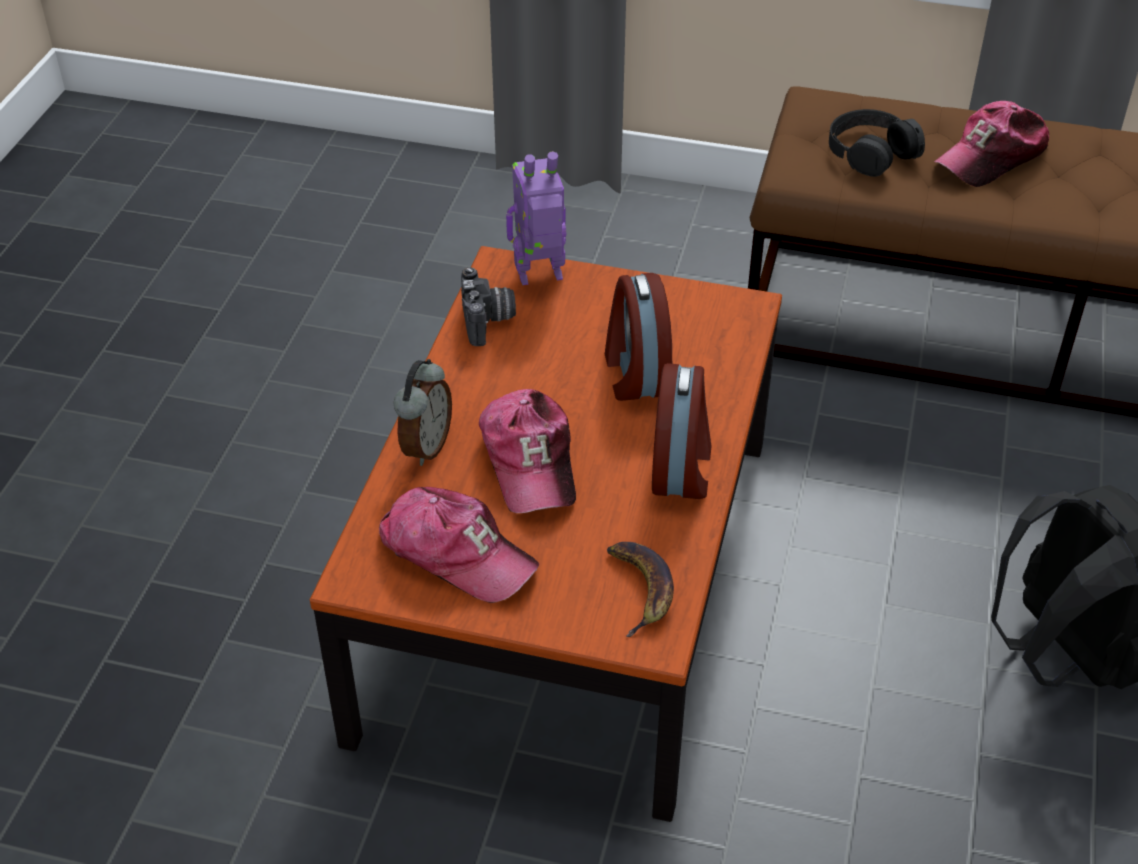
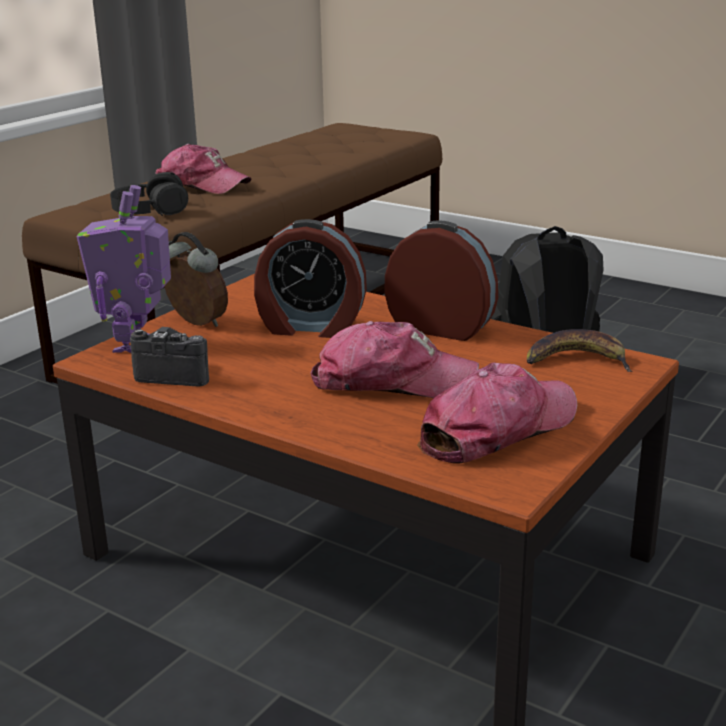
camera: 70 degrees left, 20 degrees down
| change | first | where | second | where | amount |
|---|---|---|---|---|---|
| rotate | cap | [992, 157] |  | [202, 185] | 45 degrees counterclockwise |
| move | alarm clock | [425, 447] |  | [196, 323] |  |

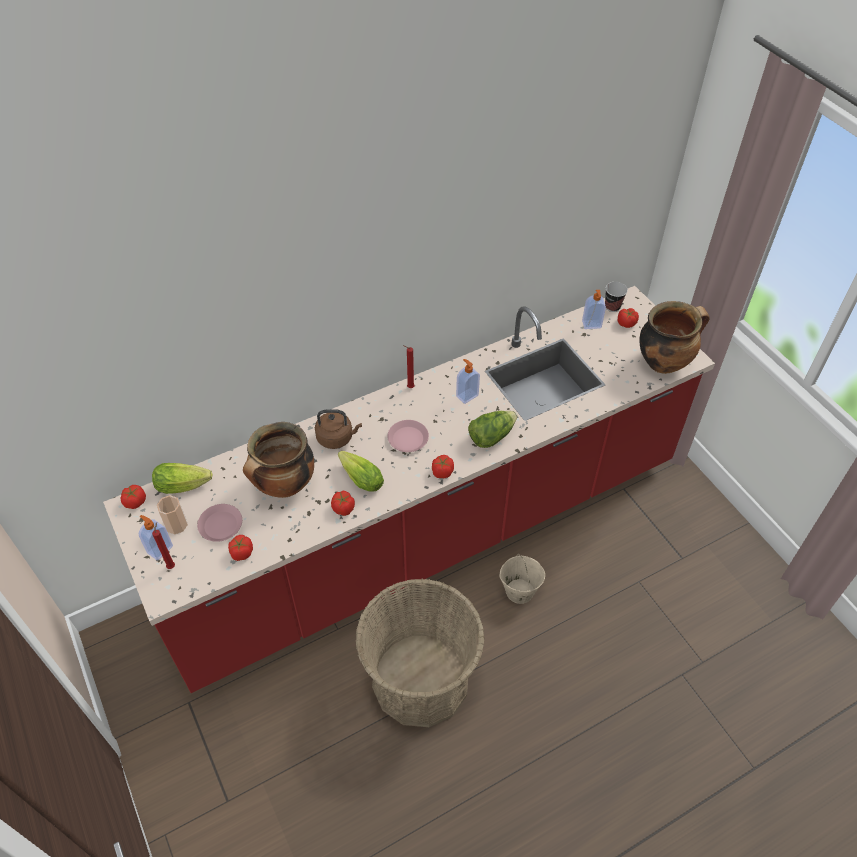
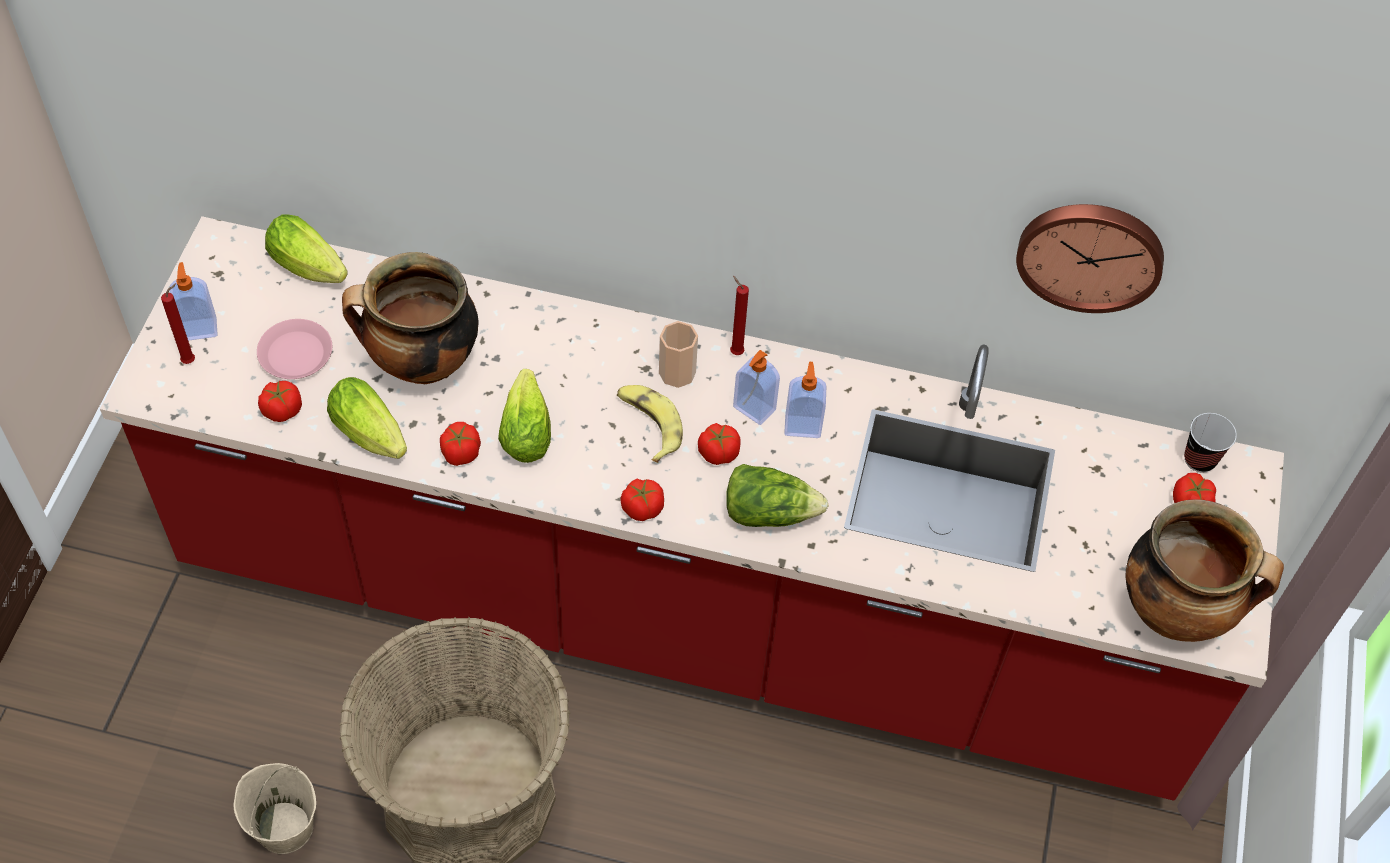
camera: 40 degrees right, 5 degrees up
| change | first | where | second | where | amount |
|---|---|---|---|---|---|
| move | soap dispenser | [591, 325] |  | [753, 409] |  |
| delete | brown kettle | [337, 438] |  |  |  |
| replace | pink plate | [408, 439] | banana | [649, 424] |  |
| move | tomato | [135, 502] |  | [718, 453] |  |
| move | cup | [176, 525] |  | [677, 372] |  |
| move | beige bucket | [519, 591] |  | [284, 827] |  |
| insert |  |  | wall clock | [1090, 253] |  |
| insert |  |  | lettuce | [372, 436] |  |

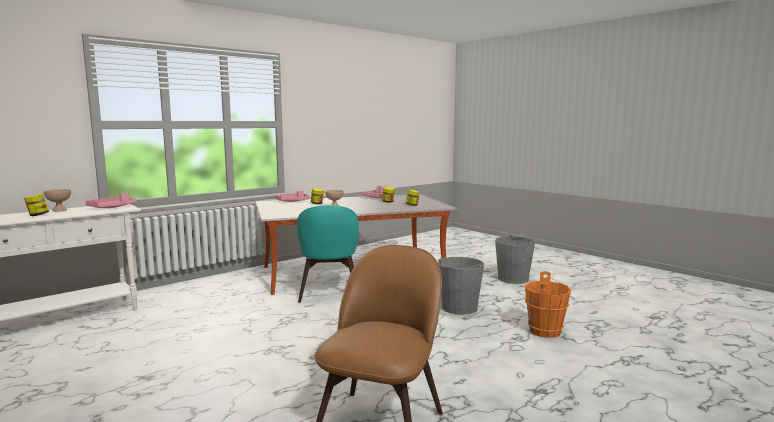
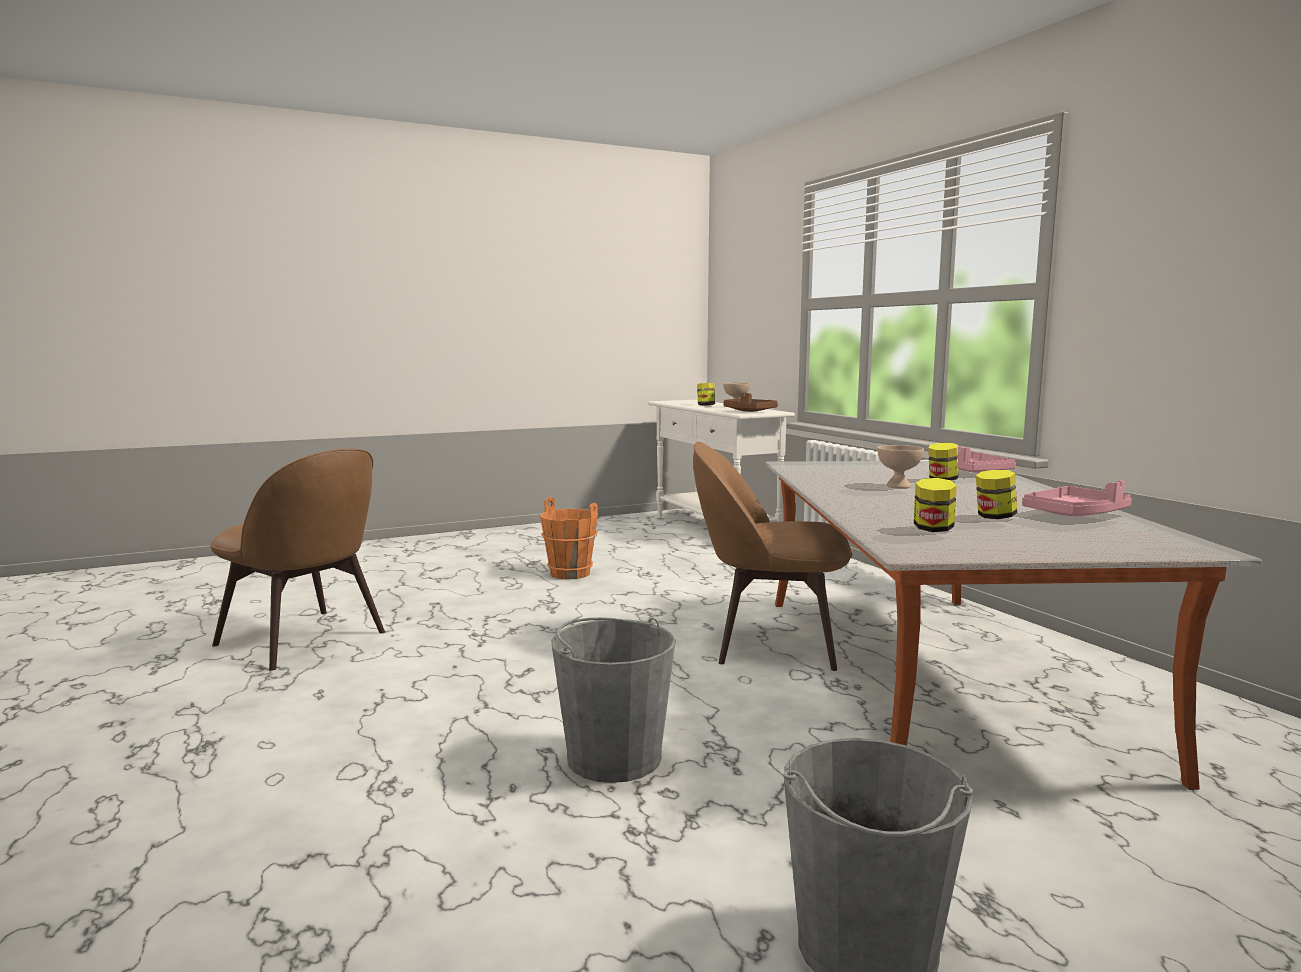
camera: 105 degrees right, 0 degrees up
| change | first | where | second | where | amount |
|---|---|---|---|---|---|
| recolor | pink tray | [112, 207] | brown tray | [748, 411] |  |
| recolor | turquoise chair | [329, 293] | brown chair | [769, 642] |  |
| move | orange bucket | [545, 331] |  | [570, 574] |  |

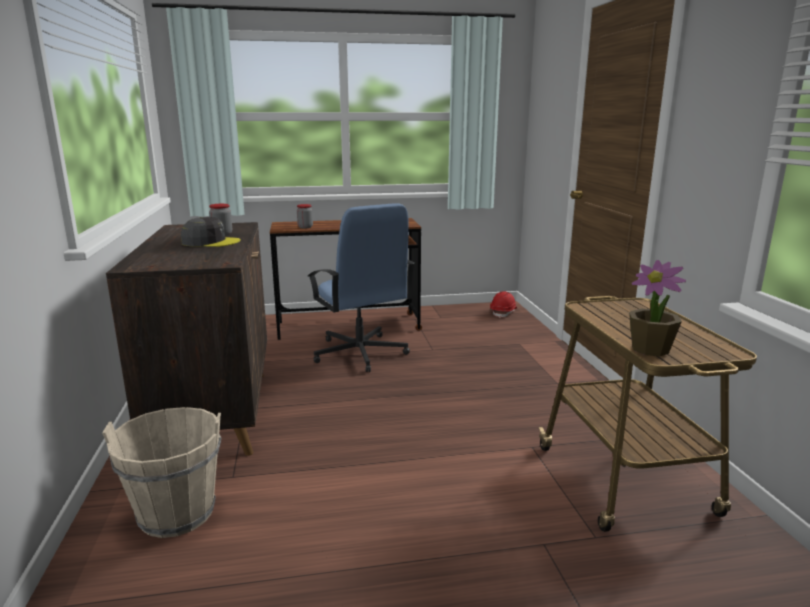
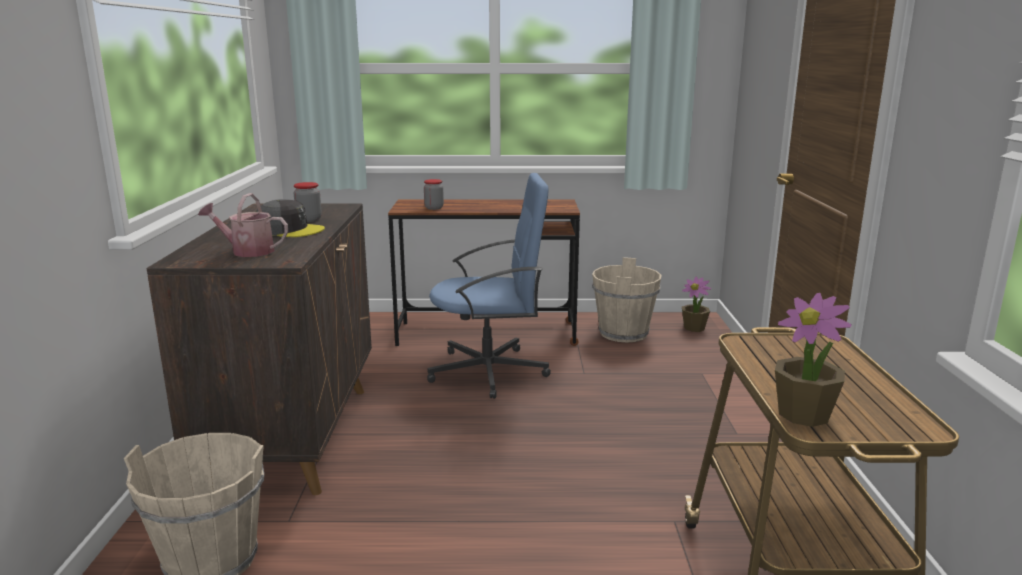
camera: 10 degrees right, 0 degrees up
| change | first | where | second | where | amount |
|---|---|---|---|---|---|
| rotate | blue office chair | [360, 353] |  | [490, 371] | 75 degrees counterclockwise |
| replace | red hard hat | [503, 313] | potted plant | [694, 328] |  |
| insert |  |  | watering can | [247, 251] |  |
| insert |  |  | beige bucket | [624, 333] |  |

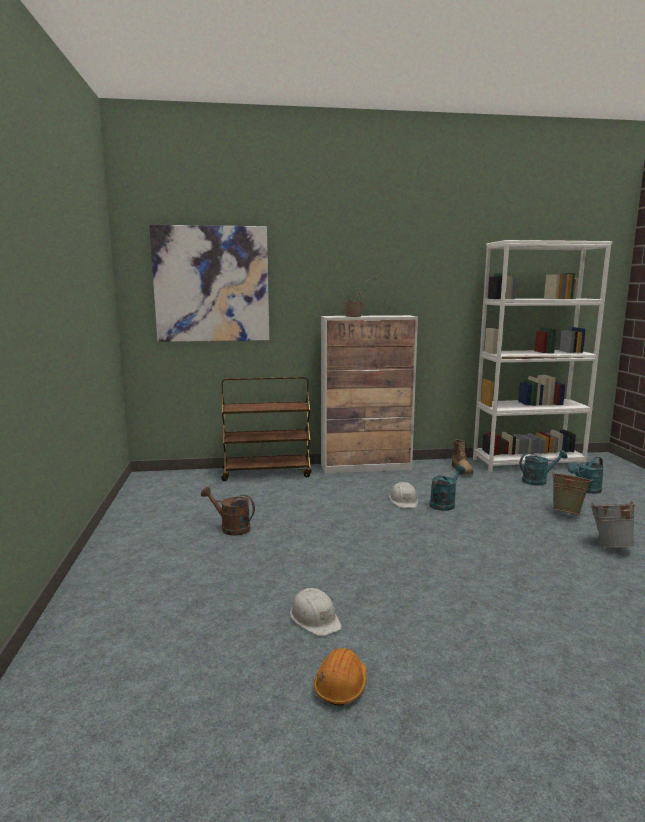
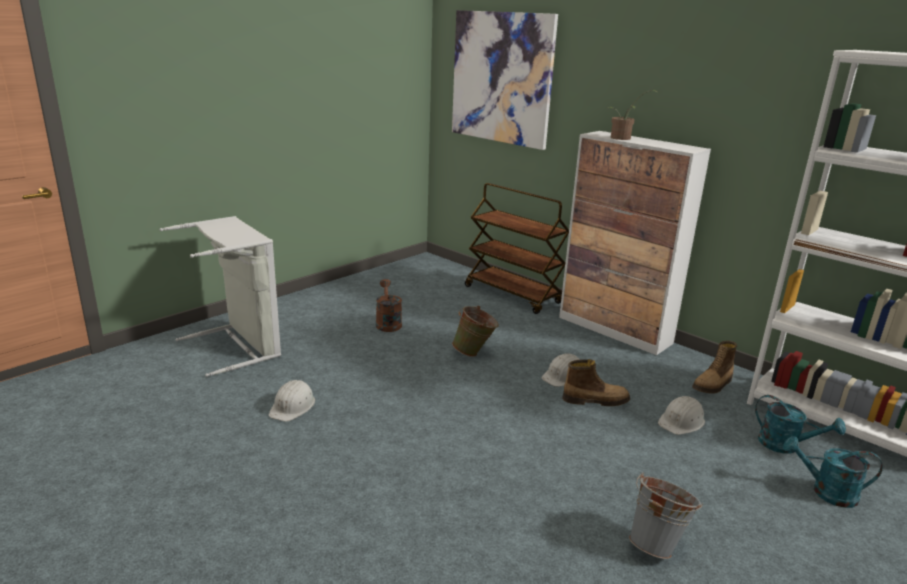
camera: 50 degrees right, 10 degrees up
| change | first | where | second | where | amount |
|---|---|---|---|---|---|
| replace | turquoise watering can | [444, 503] | boot | [595, 400] |  |
| move | green bucket | [567, 513] |  | [474, 353] |  |
| delete | orange hard hat | [341, 686] |  |  |  |
| insert |  |  | grey laundry basket | [239, 346] |  |
| insert |  |  | white hard hat | [681, 421] |  |

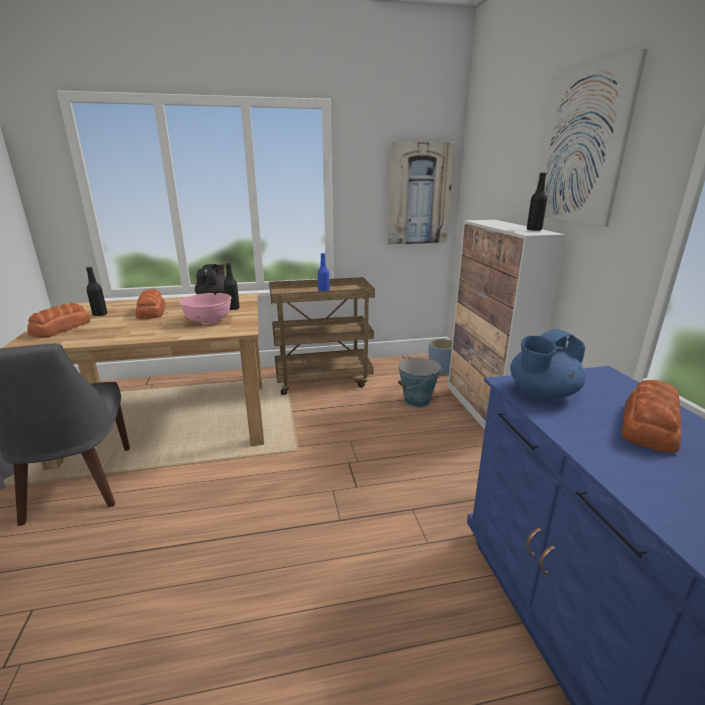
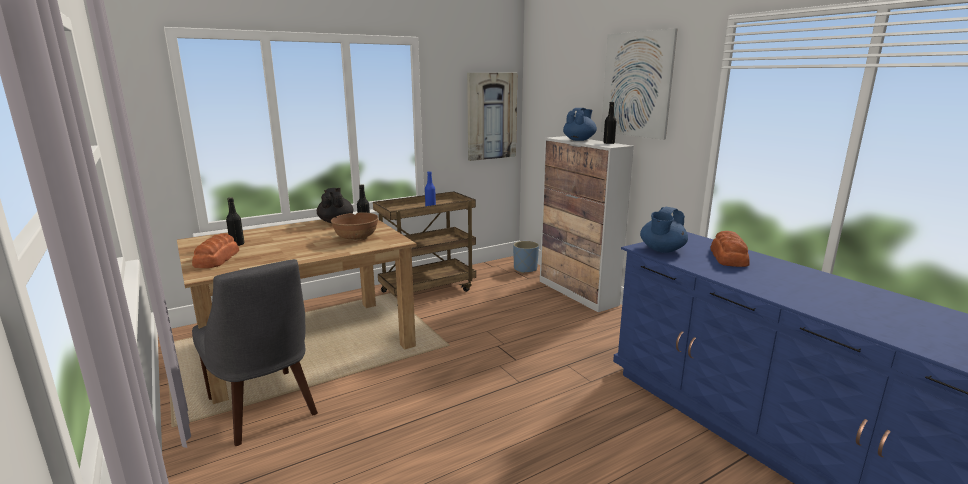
camera: 20 degrees left, 5 degrees down
| change | first | where | second | where | amount |
|---|---|---|---|---|---|
| delete | bread | [151, 312] |  |  |  |
| recolor | pink bowl | [208, 321] | brown bowl | [356, 238] |  |
| delete | bucket | [417, 400] |  |  |  |
| insert |  |  | blue teapot | [579, 140] |  |

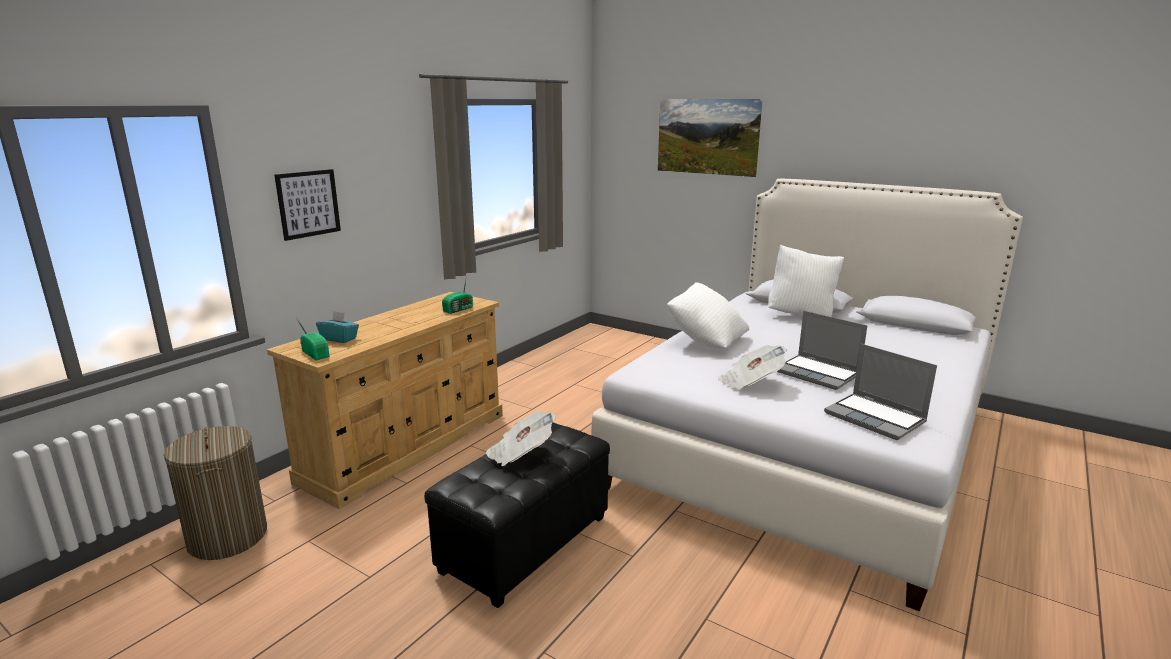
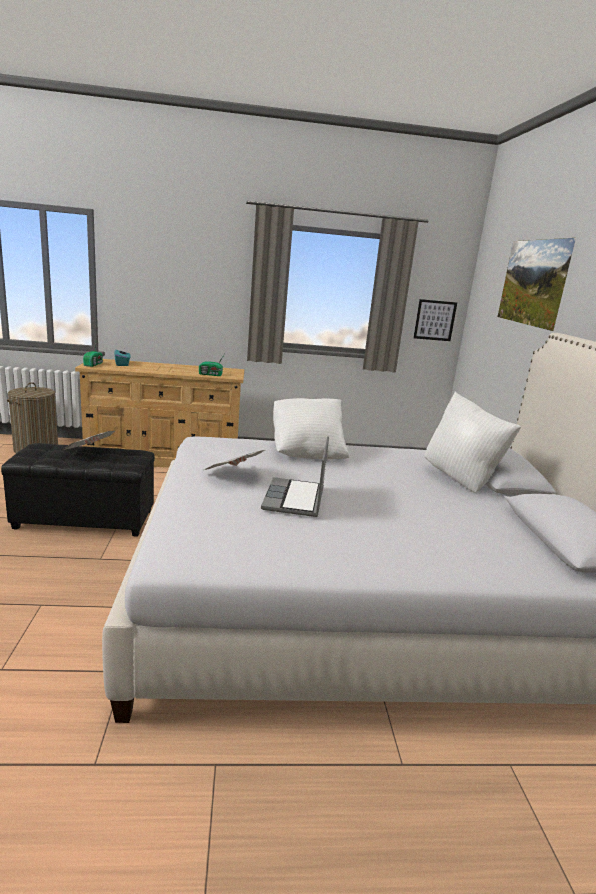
camera: 50 degrees right, 0 degrees up
| change | first | where | second | where | amount |
|---|---|---|---|---|---|
| move | picture | [308, 204] |  | [434, 320] |  |
| delete | laptop | [876, 418] |  |  |  |

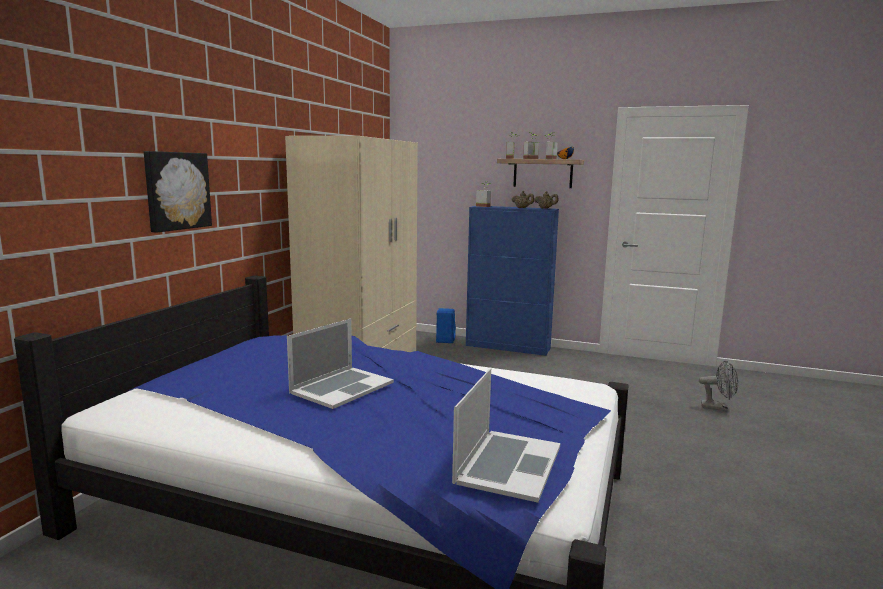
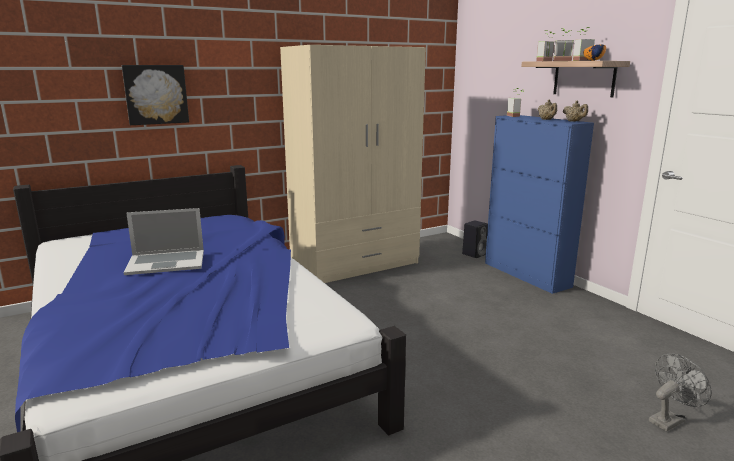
camera: 40 degrees right, 5 degrees up
| change | first | where | second | where | amount |
|---|---|---|---|---|---|
| recolor | blue speaker | [445, 340] | black speaker | [475, 254] |  |
| rotate | grey fan | [718, 408] |  | [669, 419] | 90 degrees counterclockwise |
| delete | laptop | [508, 464] |  |  |  |

